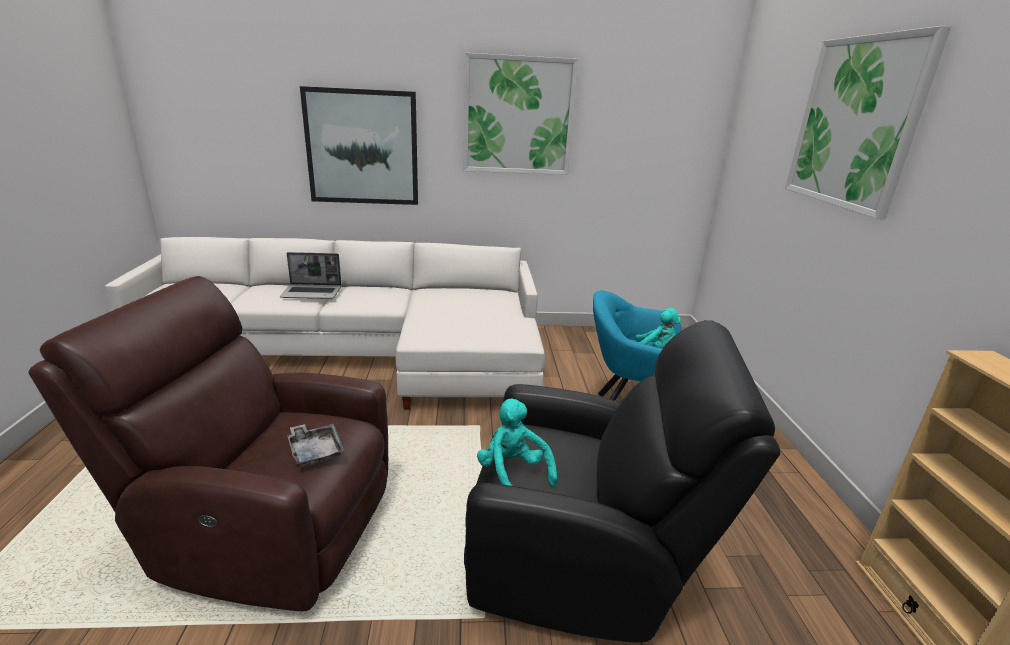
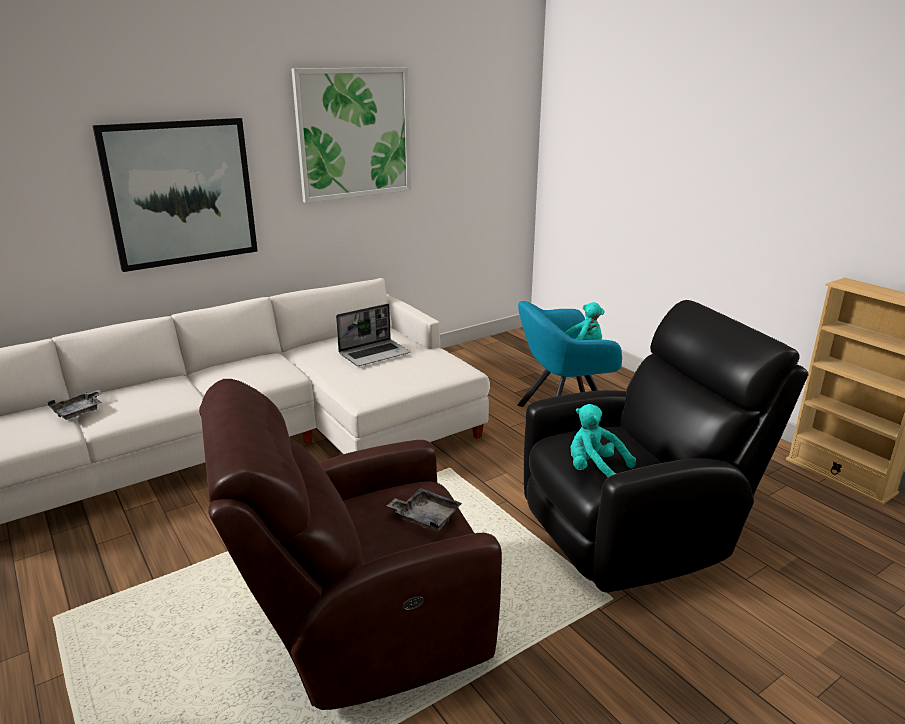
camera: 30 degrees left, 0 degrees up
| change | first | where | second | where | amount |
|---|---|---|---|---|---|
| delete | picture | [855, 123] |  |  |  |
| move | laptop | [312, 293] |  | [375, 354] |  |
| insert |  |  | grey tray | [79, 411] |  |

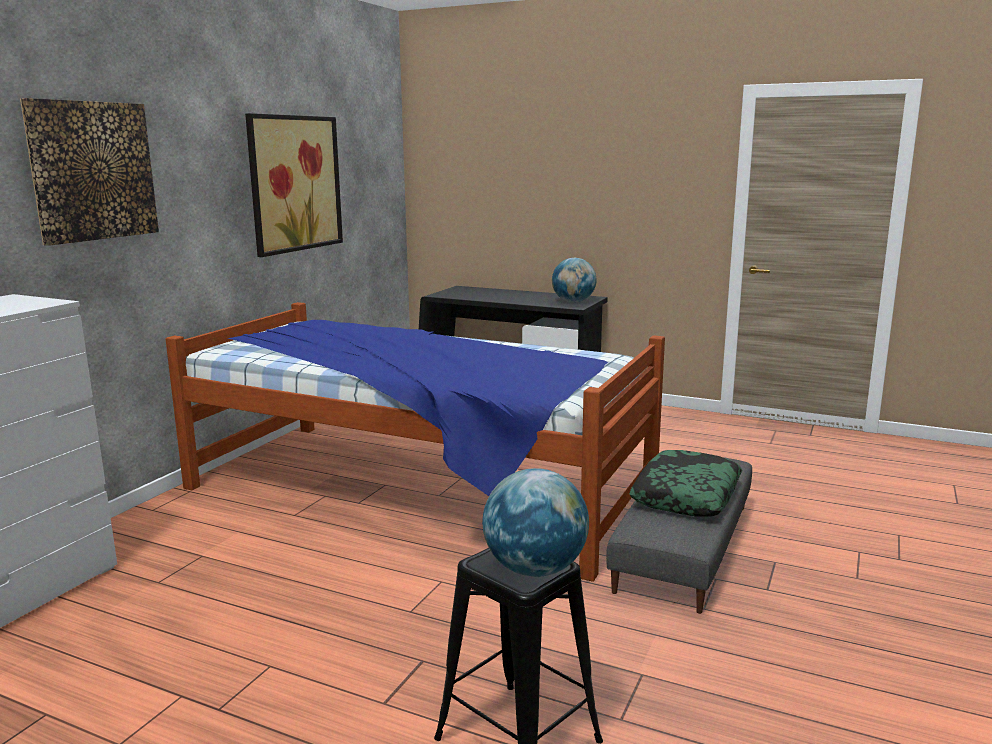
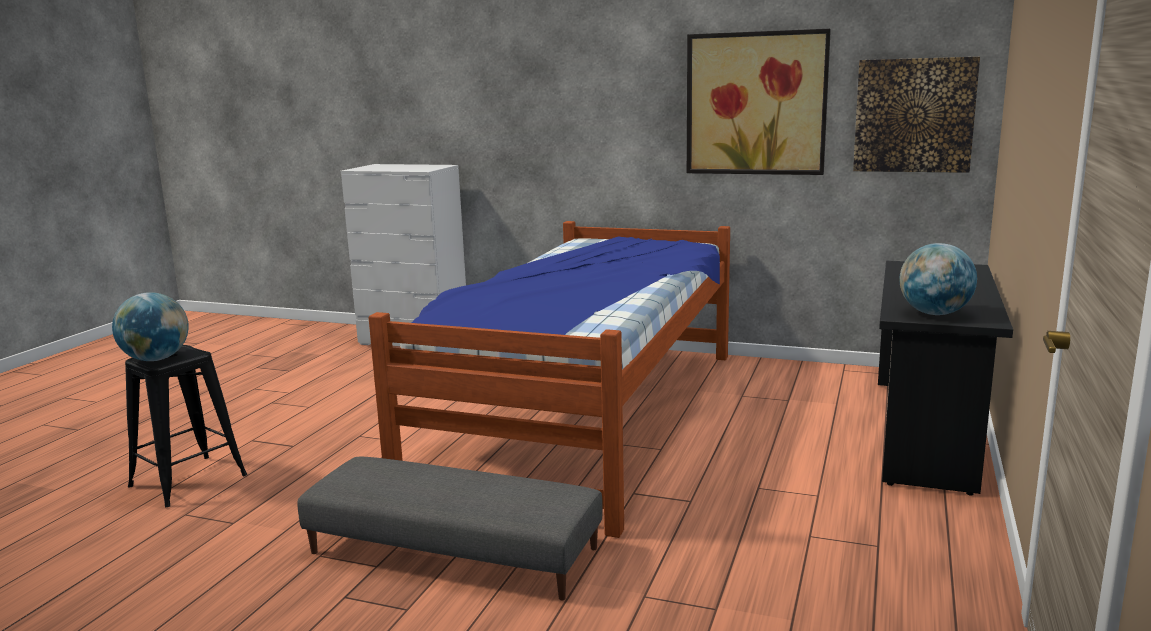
camera: 85 degrees right, 0 degrees up
| change | first | where | second | where | amount |
|---|---|---|---|---|---|
| move | picture | [92, 171] |  | [914, 115] |  |
| delete | pillow | [686, 495] |  |  |  |

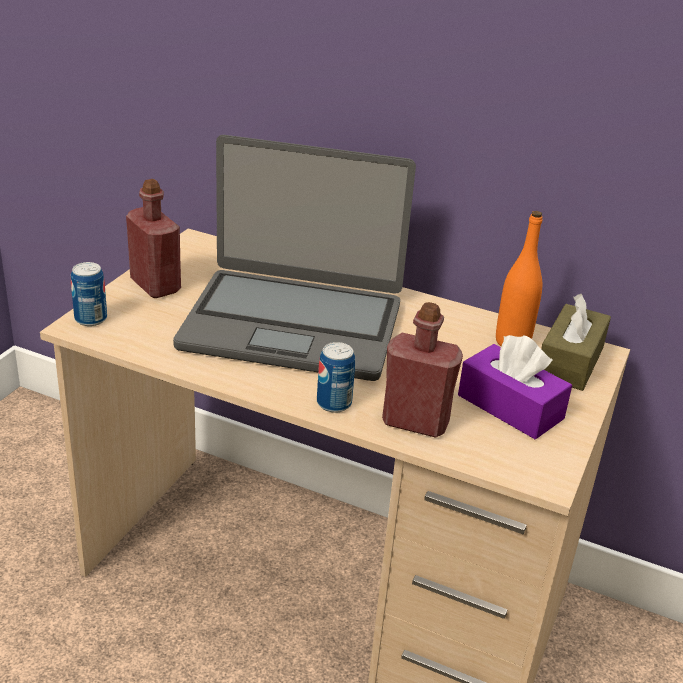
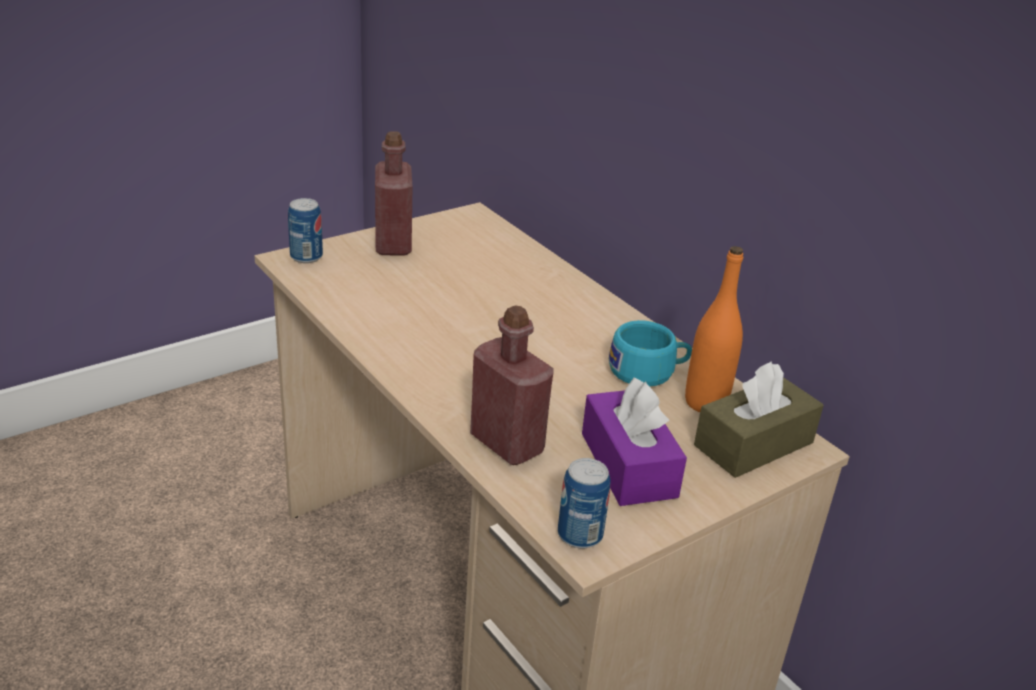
camera: 30 degrees right, 0 degrees up
| change | first | where | second | where | amount |
|---|---|---|---|---|---|
| delete | laptop | [293, 324] |  |  |  |
| move | can | [334, 403] |  | [580, 535] |  |
| insert |  |  | turquoise cup | [648, 371] |  |

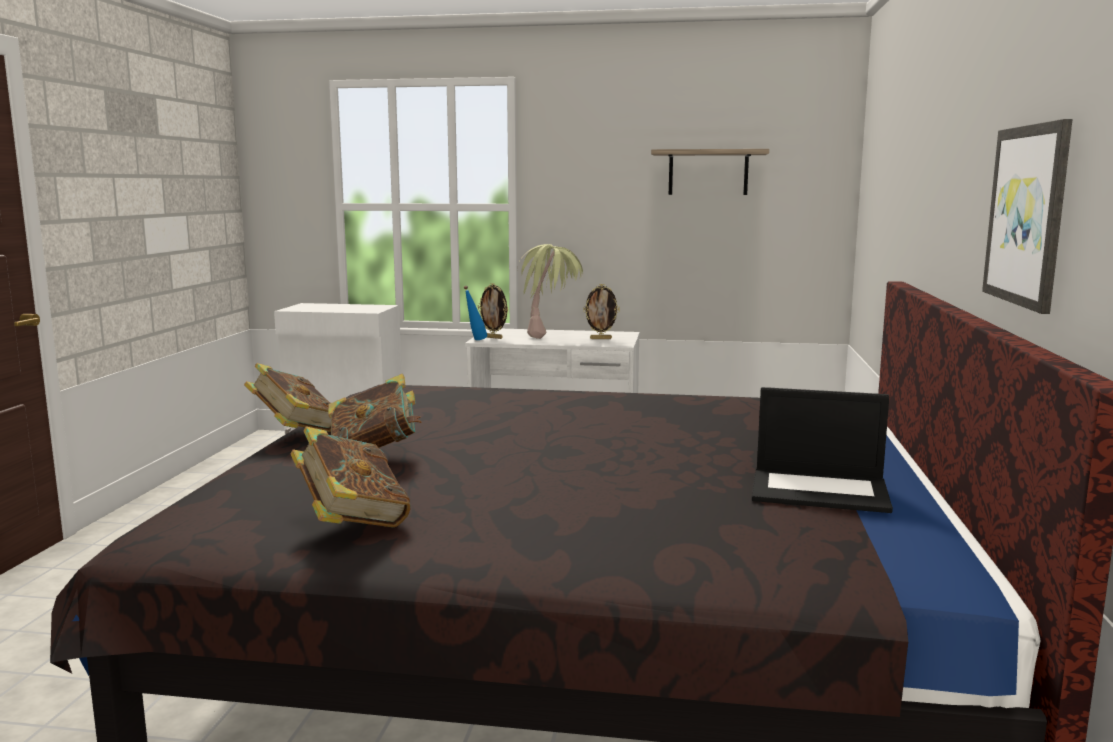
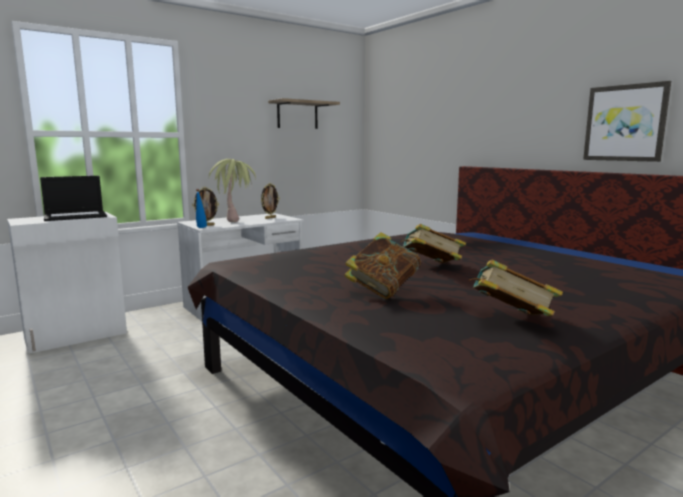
camera: 45 degrees left, 0 degrees up
| change | first | where | second | where | amount |
|---|---|---|---|---|---|
| move | book | [295, 432] |  | [431, 266] |  |
| move | laptop | [821, 490] |  | [76, 216] |  |

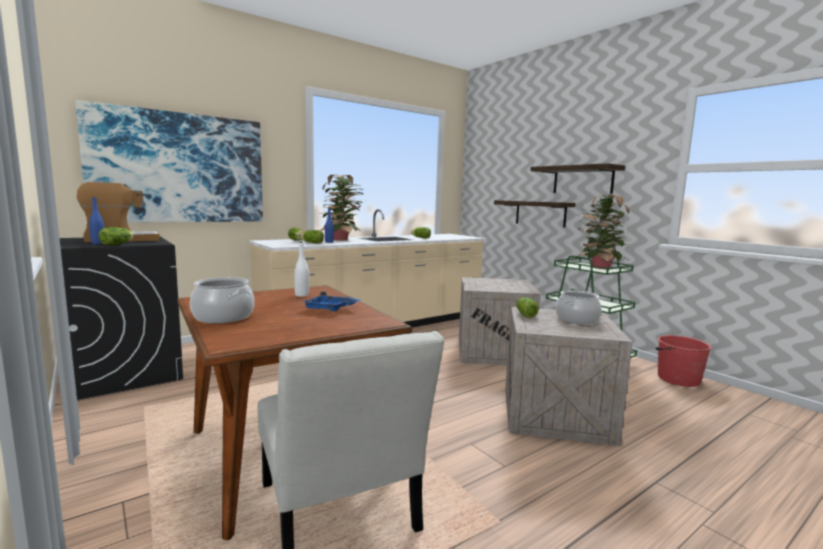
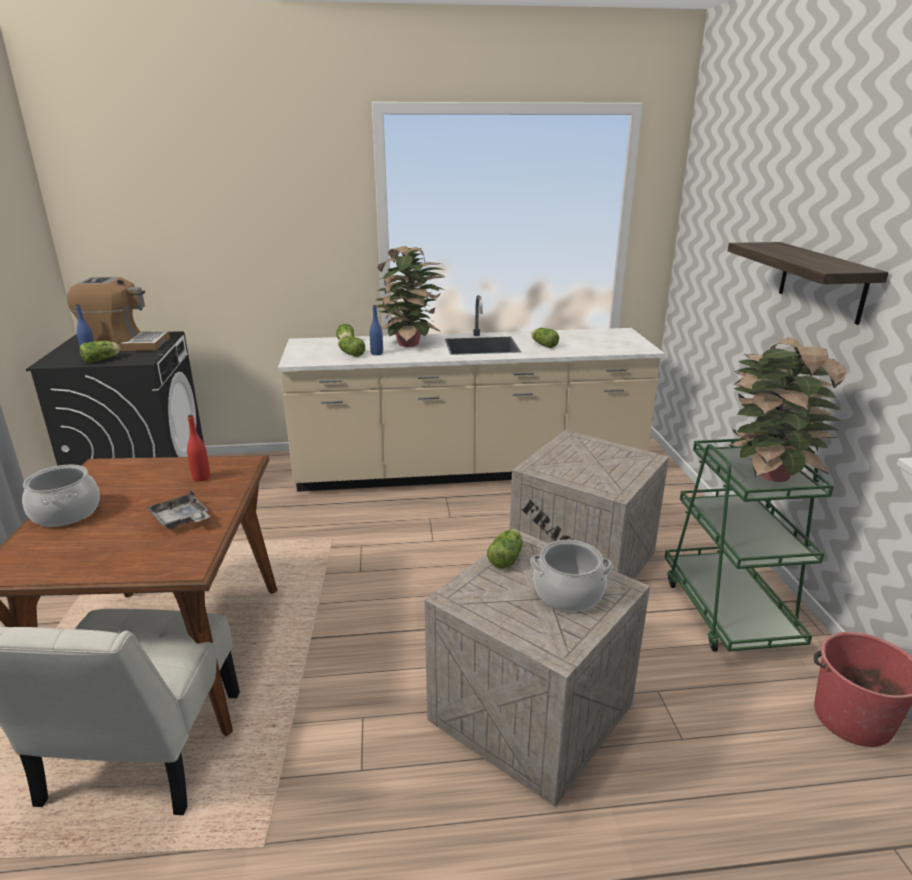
camera: 30 degrees right, 15 degrees up
| change | first | where | second | where | amount |
|---|---|---|---|---|---|
| delete | picture | [180, 168] |  |  |  |
| delete | shelf | [540, 213] |  |  |  |
| recolor | white bottle | [302, 295] | red bottle | [201, 478] |  |
| recolor | blue tray | [330, 309] | grey tray | [181, 520] |  |

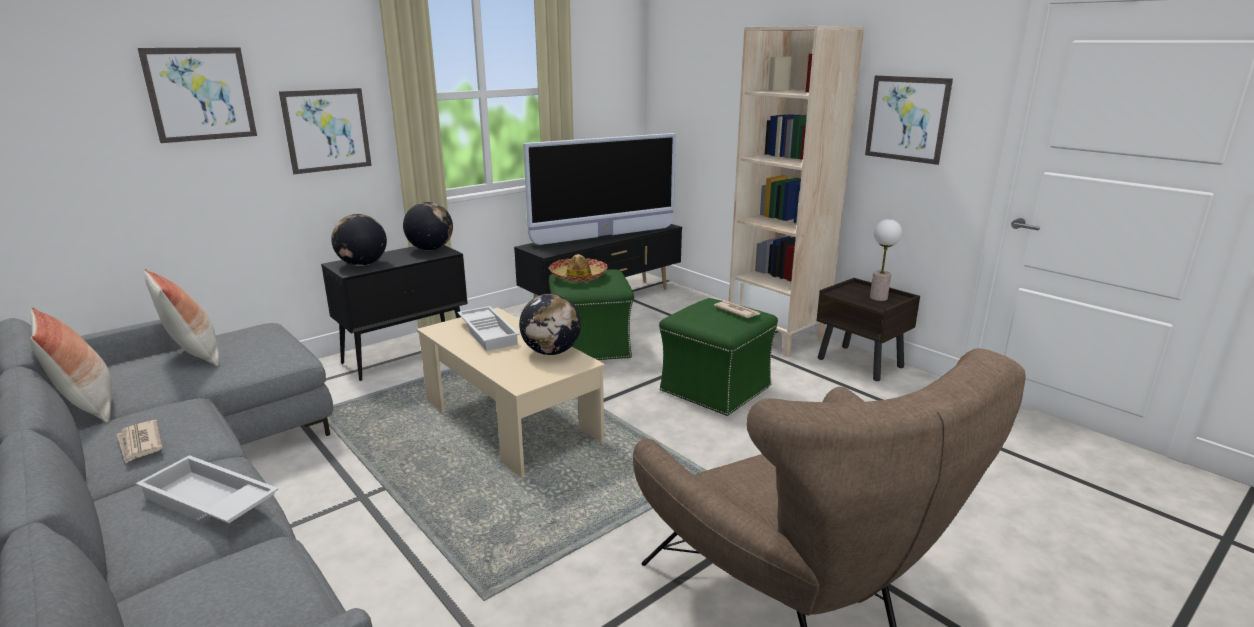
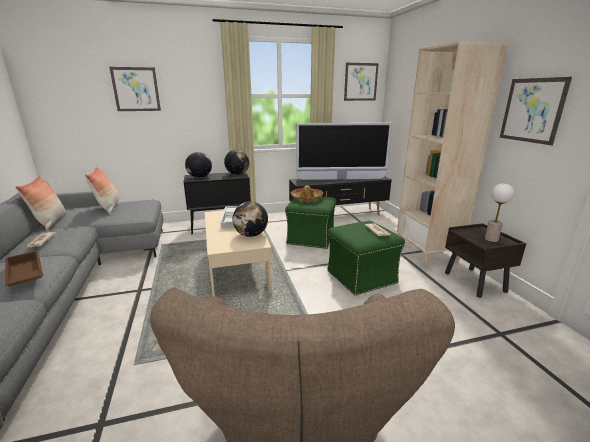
camera: 25 degrees right, 0 degrees up
| change | first | where | second | where | amount |
|---|---|---|---|---|---|
| move | picture | [327, 130] |  | [360, 82] |  |
| recolor | white tray | [207, 502] | brown tray | [24, 274] |  |

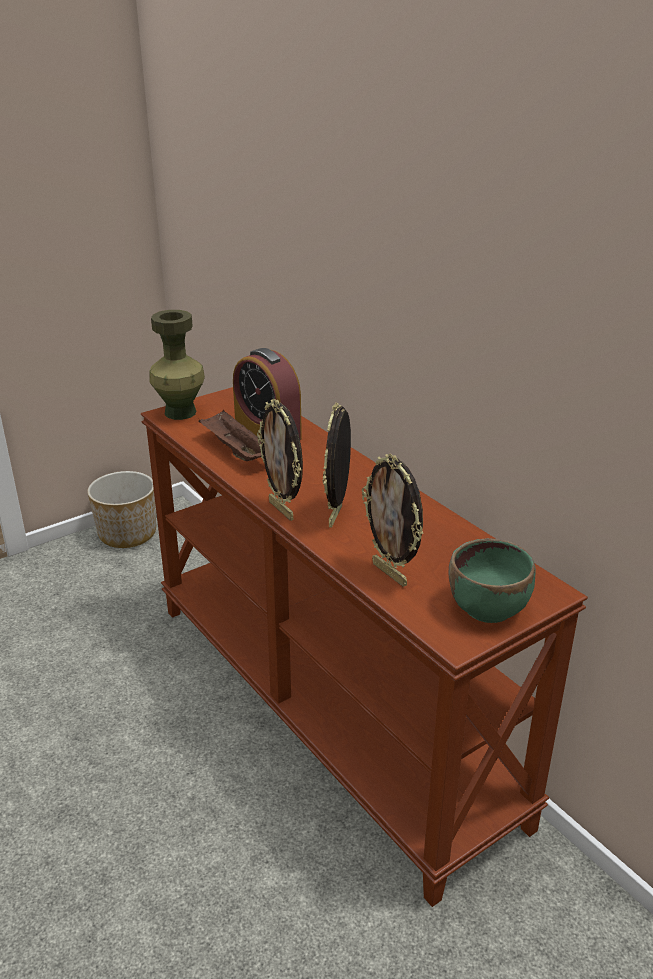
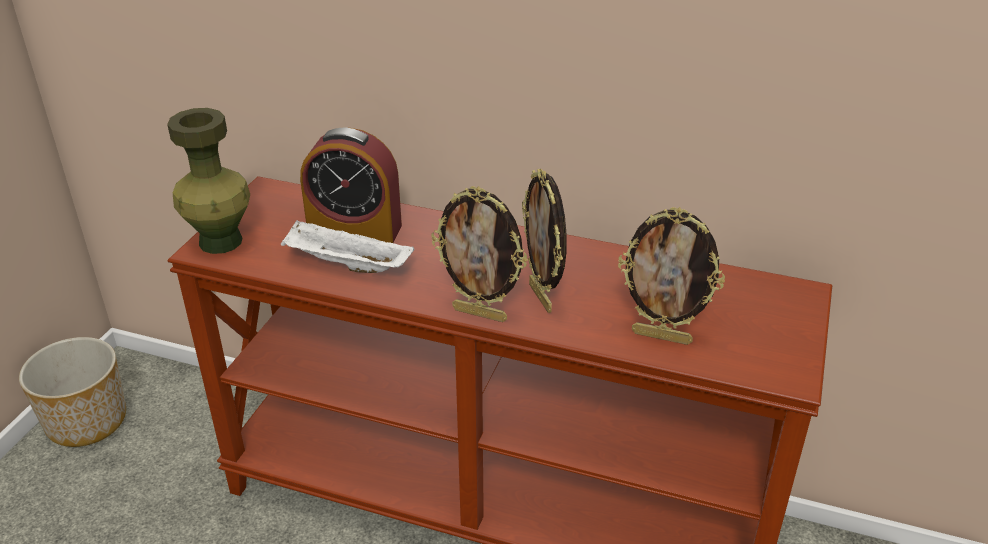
camera: 35 degrees left, 5 degrees up
| change | first | where | second | where | amount |
|---|---|---|---|---|---|
| recolor | brown tray | [235, 451] | white tray | [346, 265] |  |
| delete | green bowl | [488, 608] |  |  |  |

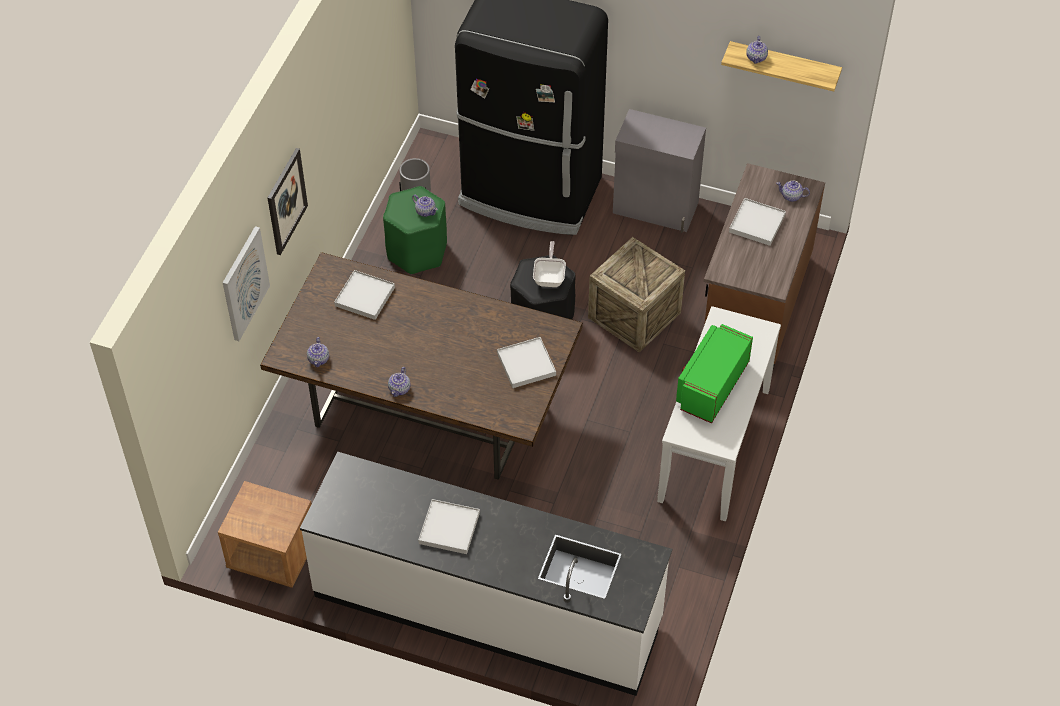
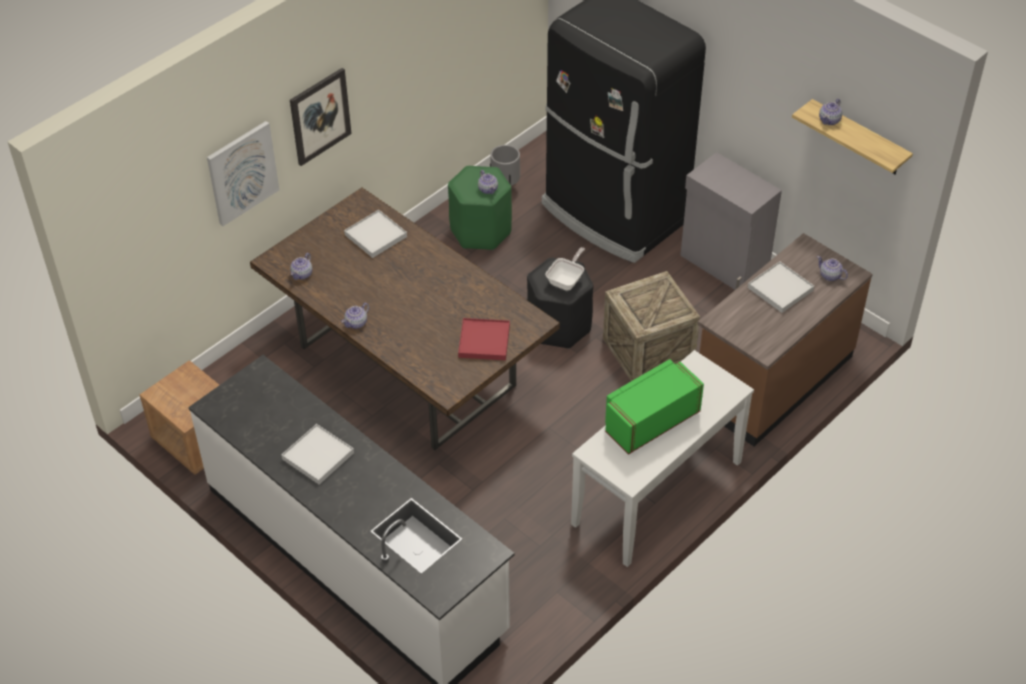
camera: 25 degrees right, 5 degrees down
| change | first | where | second | where | amount |
|---|---|---|---|---|---|
| recolor | white tray | [526, 364] | red tray | [484, 341] |  |

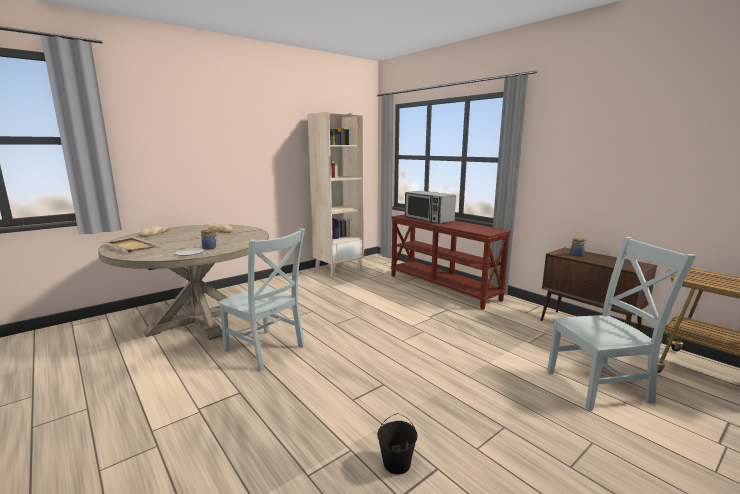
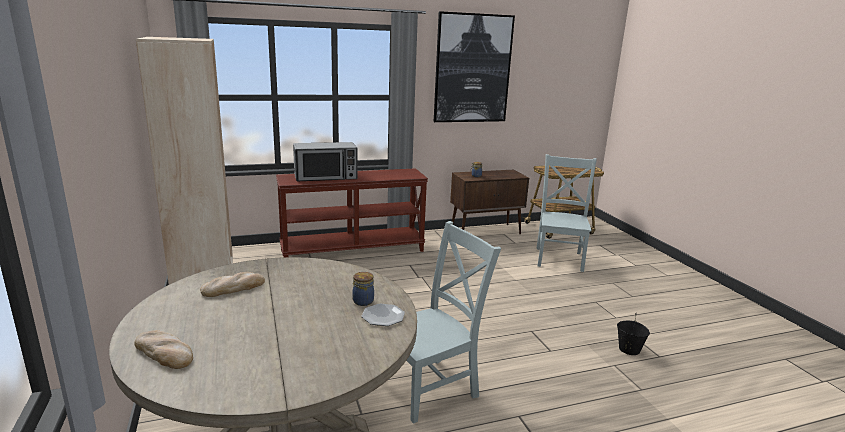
camera: 70 degrees left, 5 degrees up
| change | first | where | second | where | amount |
|---|---|---|---|---|---|
| delete | beige tray | [130, 246] |  |  |  |
| insert |  |  | picture | [472, 69] |  |

